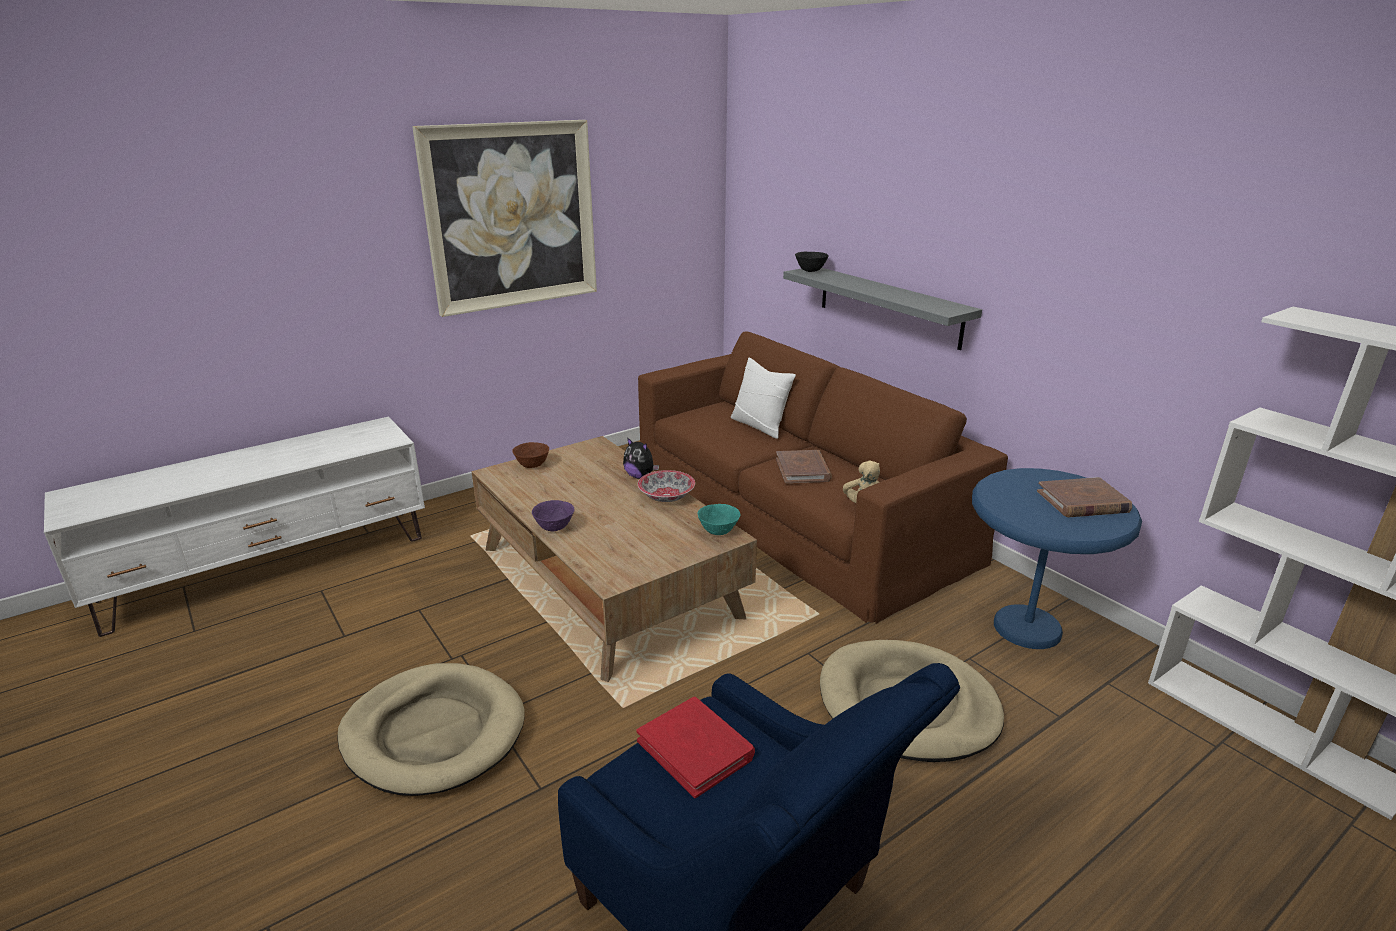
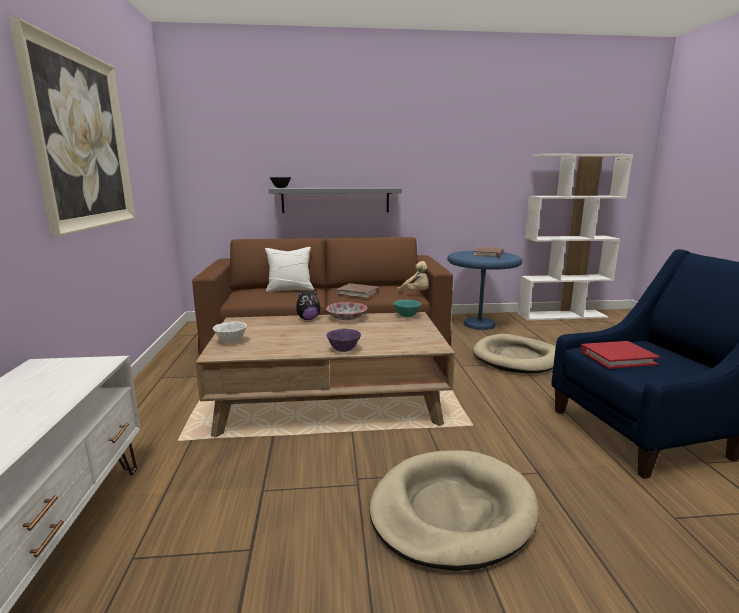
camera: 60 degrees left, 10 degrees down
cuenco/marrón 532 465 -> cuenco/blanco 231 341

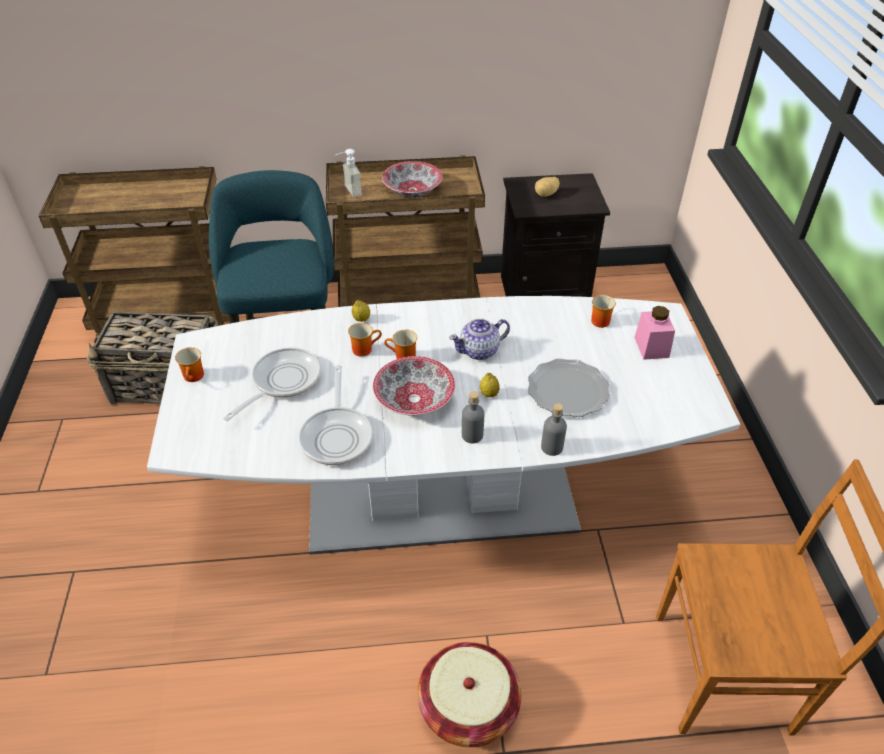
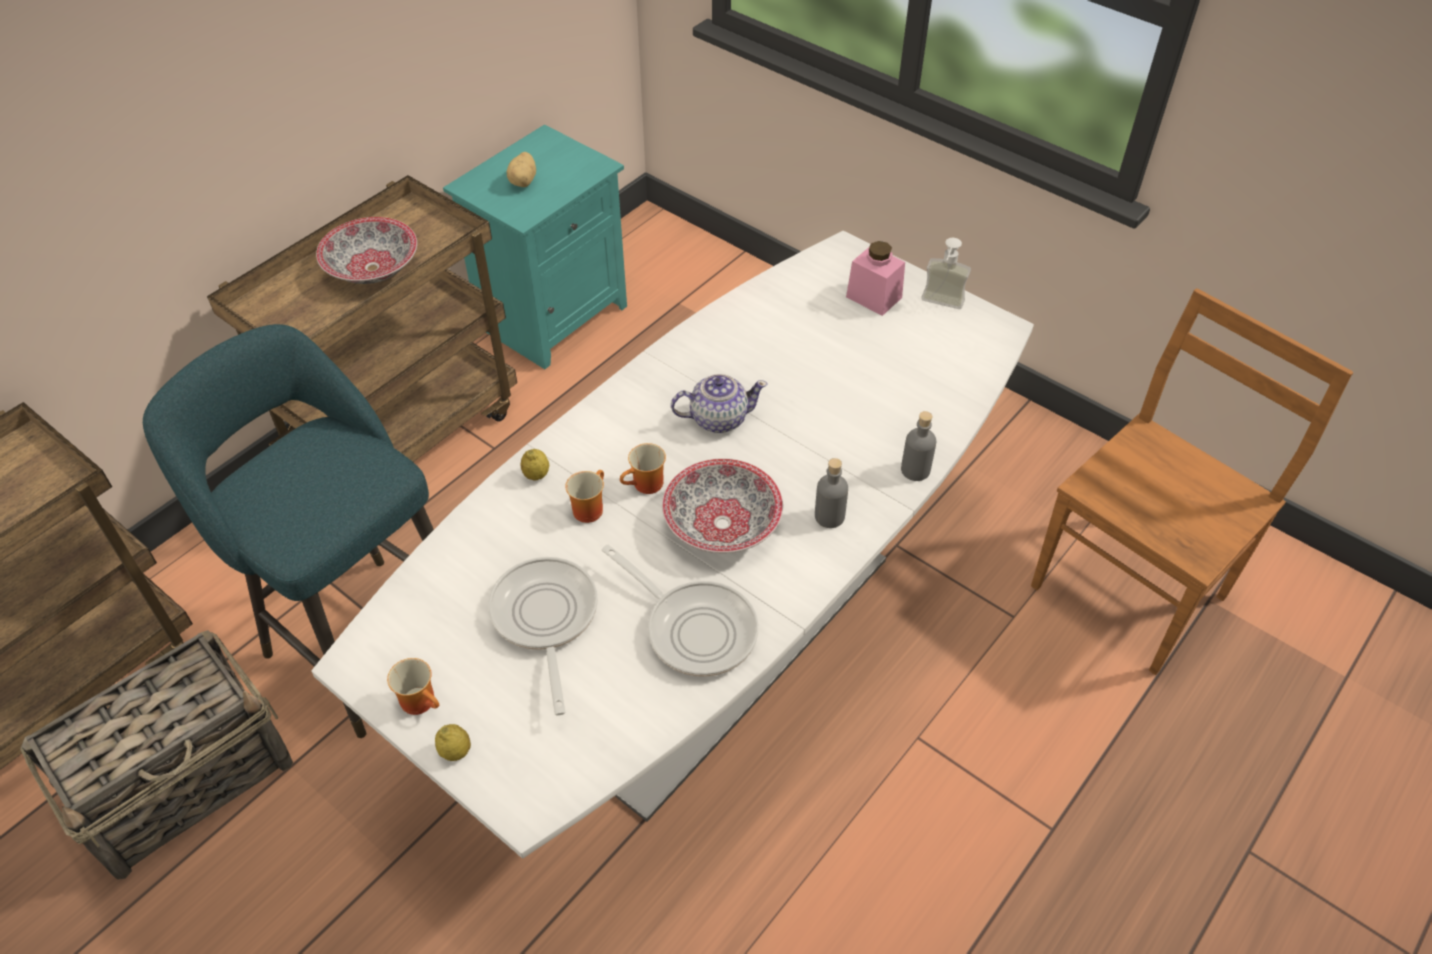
camera: 45 degrees left, 5 degrees up
limón 489 394 -> limón 455 751, relocated
mesita de noche/negro 545 291 -> mesita de noche/turquesa 553 314
tetera 479 351 -> tetera 718 418, 120 degrees counterclockwise
dispensador de jabón 348 191 -> dispensador de jabón 940 306, relocated
cesta 468 706 -> none
plato 568 390 -> none
taza grande 599 320 -> none

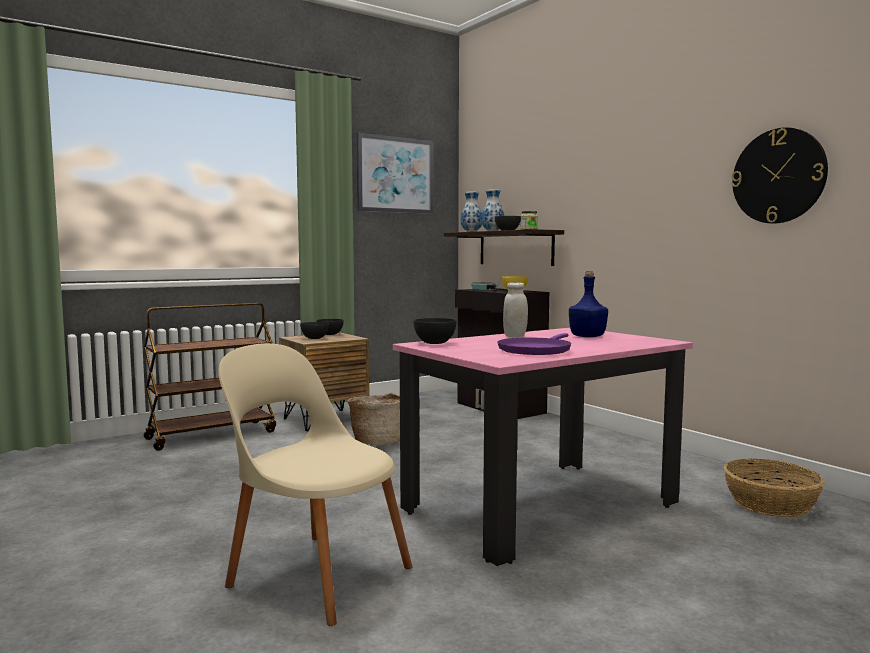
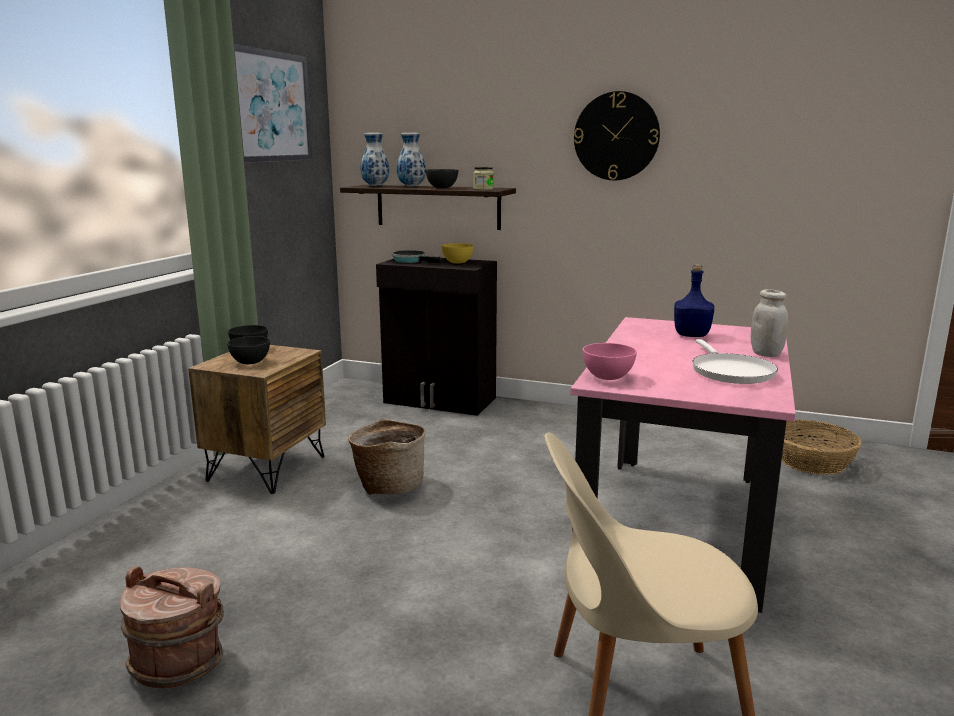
camera: 35 degrees left, 10 degrees up
none -> cubo/marrón 179 662
reloj de pared 778 176 -> reloj de pared 616 136, relocated
cuenco/gris 434 343 -> cuenco/rosa 608 377
sartén/morado 536 350 -> sartén/blanco 730 371
tarro/blanco 515 336 -> tarro/blanco 766 354, relocated
carrito/marrón 212 435 -> none

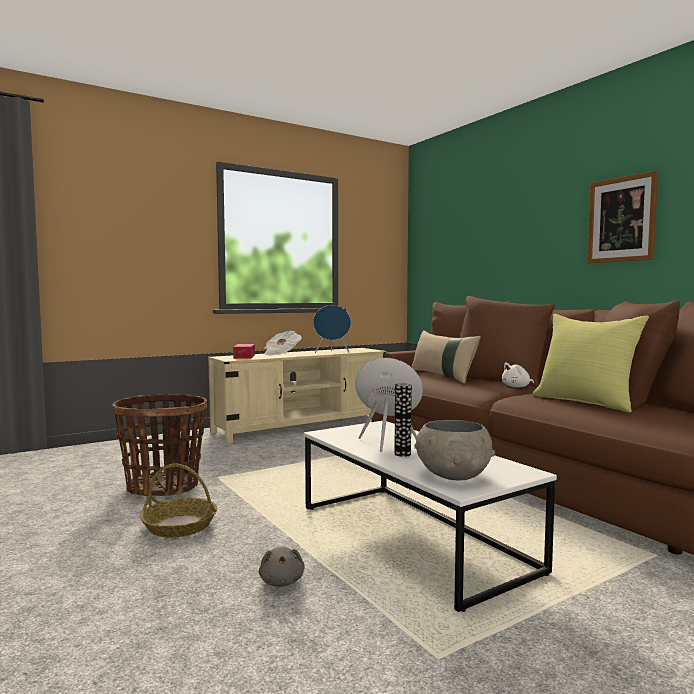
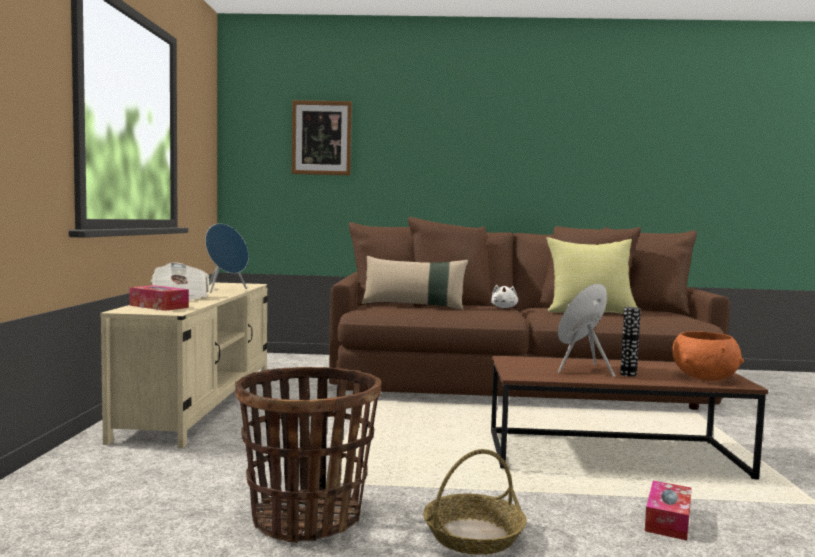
camera: 55 degrees left, 0 degrees up
cuadro 621 219 -> cuadro 321 138, relocated
mesa de centro/blanco 411 538 -> mesa de centro/marrón 613 455
peluche/gris 282 581 -> caja de pañuelos 668 520
cuenco/gris 453 475 -> cuenco/naranja 704 378

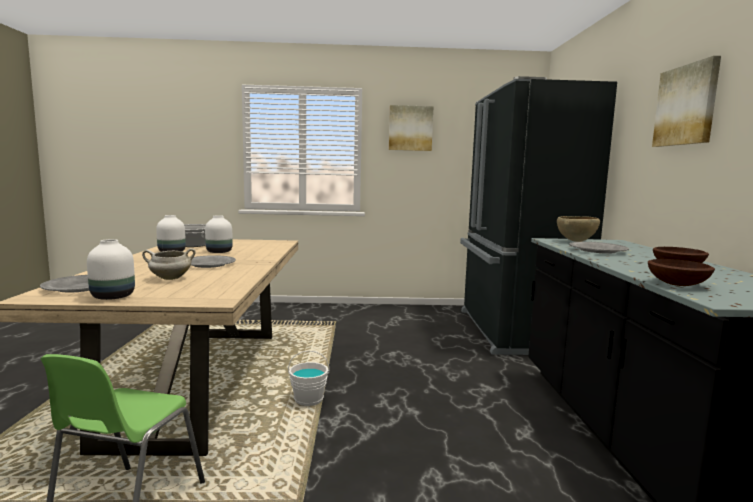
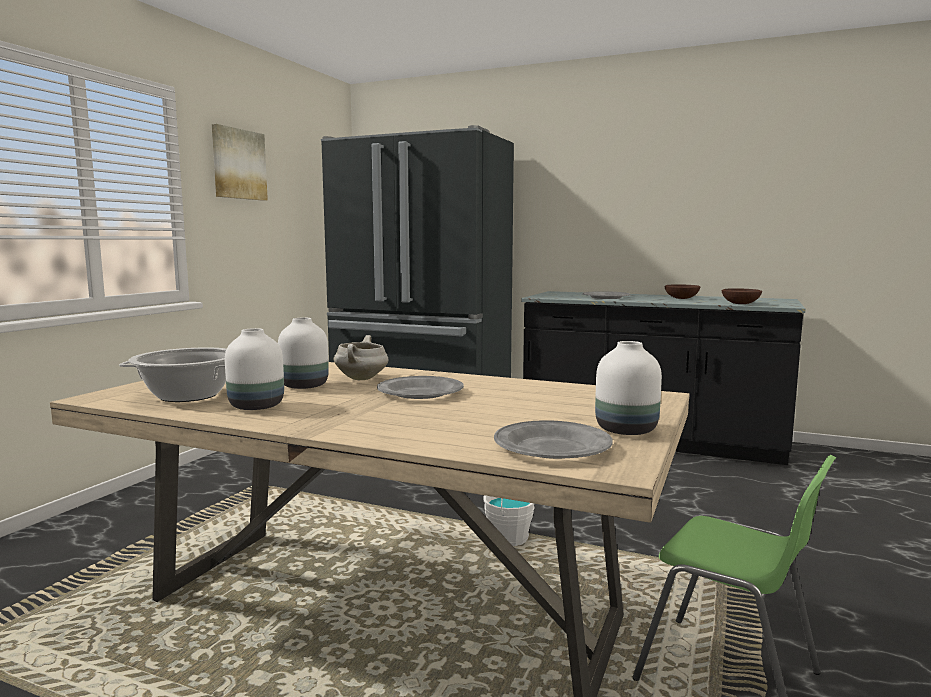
camera: 65 degrees left, 0 degrees up
olla/blanco 170 278 -> olla/blanco 362 379, relocated
cuenco/marrón 576 241 -> none
cuadro 686 105 -> none

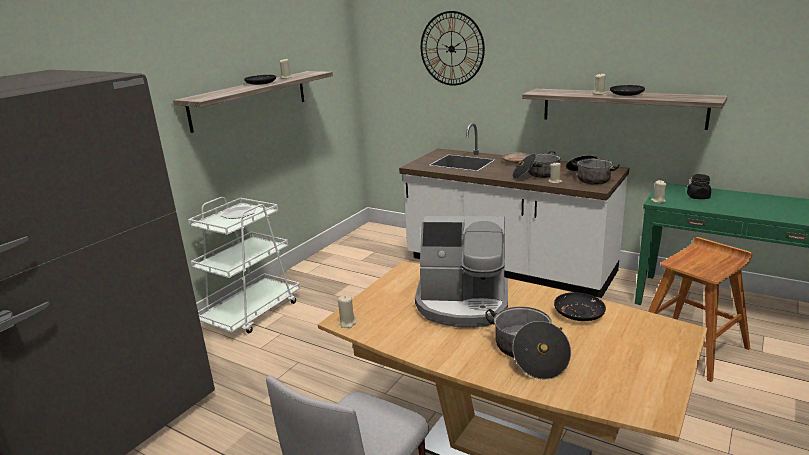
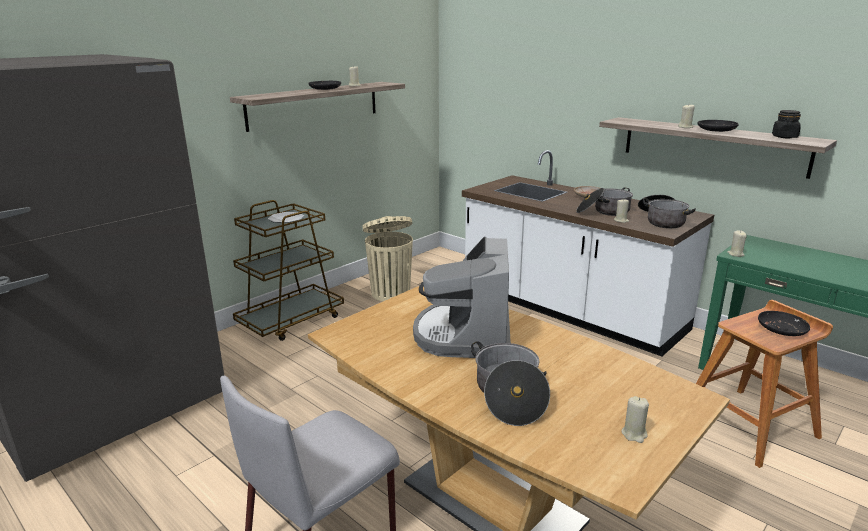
camera: 10 degrees right, 0 degrees up
carrito/blanco 252 312 -> carrito/marrón 291 320
none -> papelera/beis 390 293
cafetera 463 304 -> cafetera 464 334, 75 degrees clockwise
vela/beis 347 323 -> vela/beis 634 434, relocated
plato/negro 579 313 -> plato/negro 781 329, relocated
tarro/negro 698 197 -> tarro/negro 784 137, relocated
reloj de pared 451 49 -> none

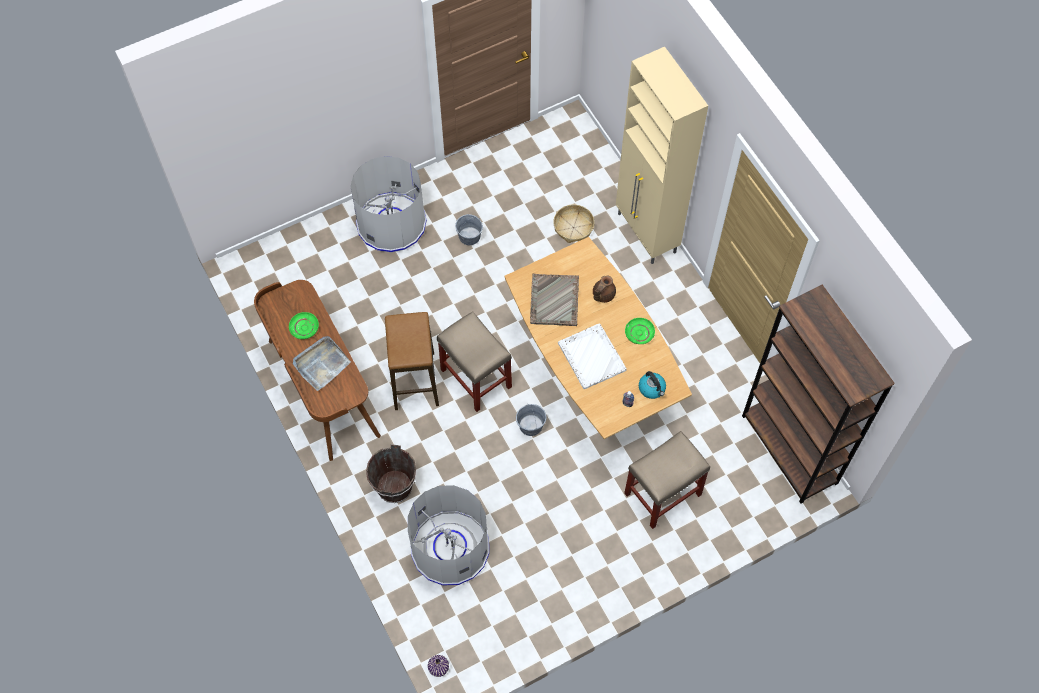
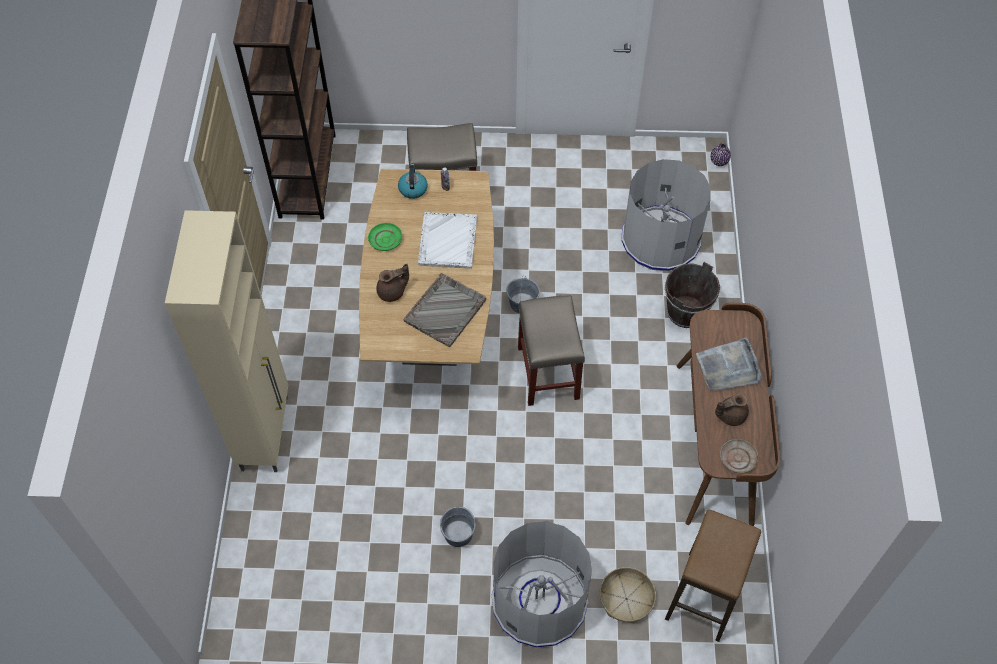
camera: 150 degrees left, 5 degrees down
cesta 573 227 -> cesta 626 599, relocated
taburete 415 381 -> taburete 704 595, relocated
plato/verde 304 328 -> tetera/marrón 730 415
none -> plato/beis 737 458

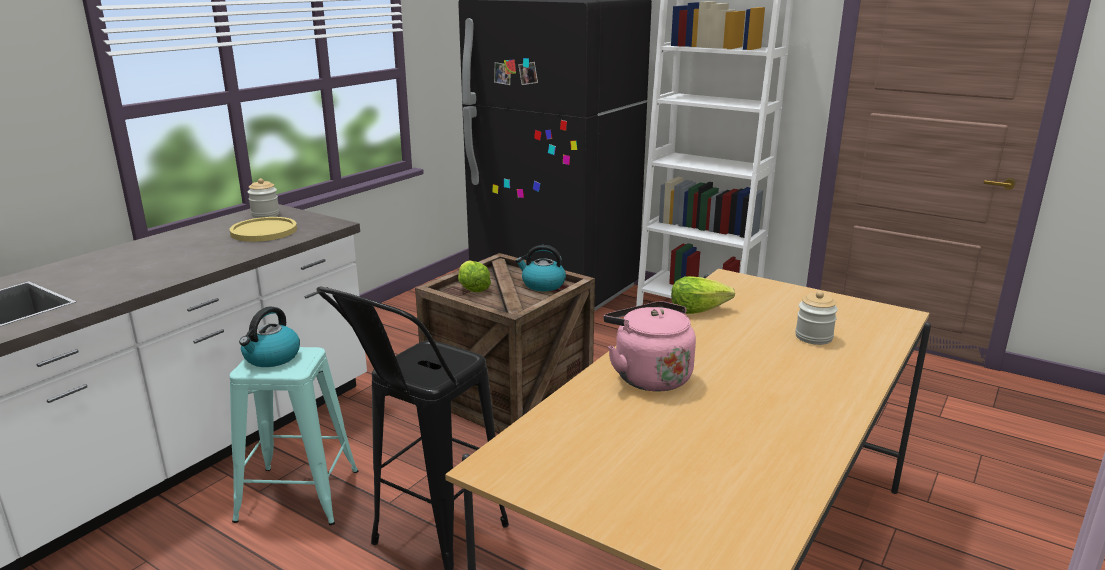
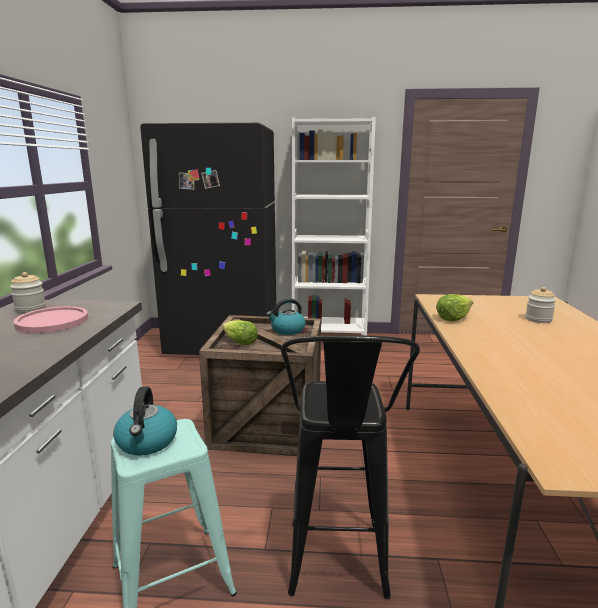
camera: 30 degrees left, 5 degrees down
plato/amarillo 264 231 -> plato/rosa 52 321
hervidor/rosa 648 376 -> none

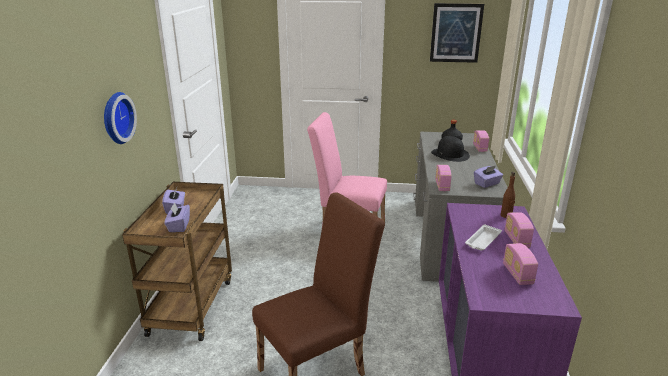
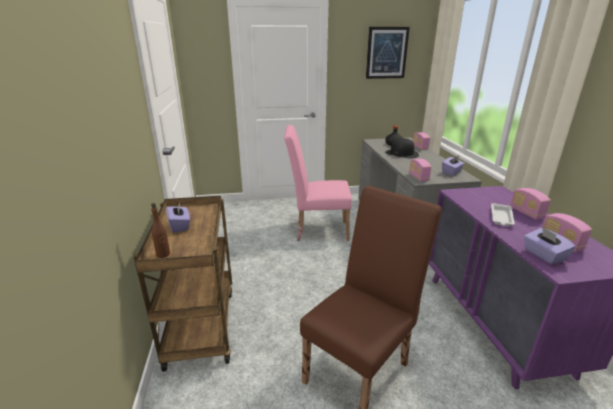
camera: 15 degrees left, 0 degrees up
botella/marrón 506 215 -> botella/marrón 163 254, relocated
caja de pañuelos/morado 179 226 -> caja de pañuelos/morado 543 255, relocated
reloj de pared 115 118 -> none

